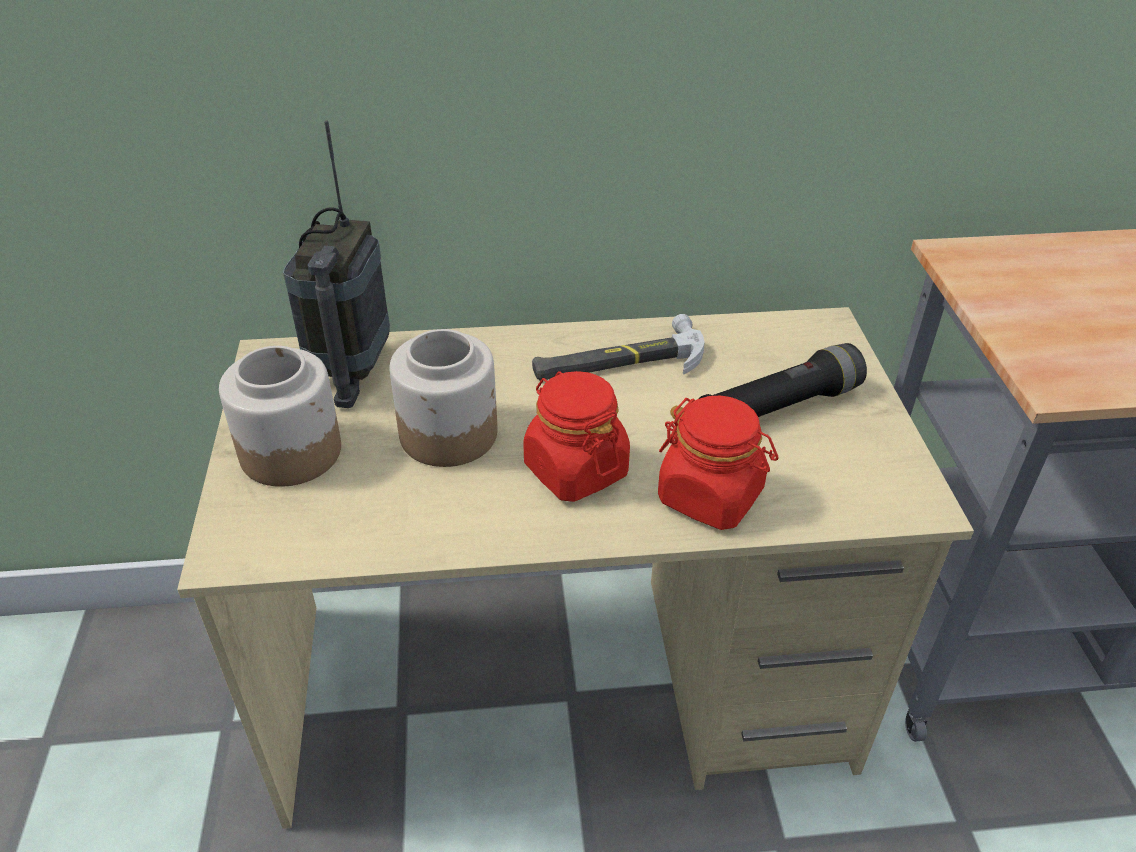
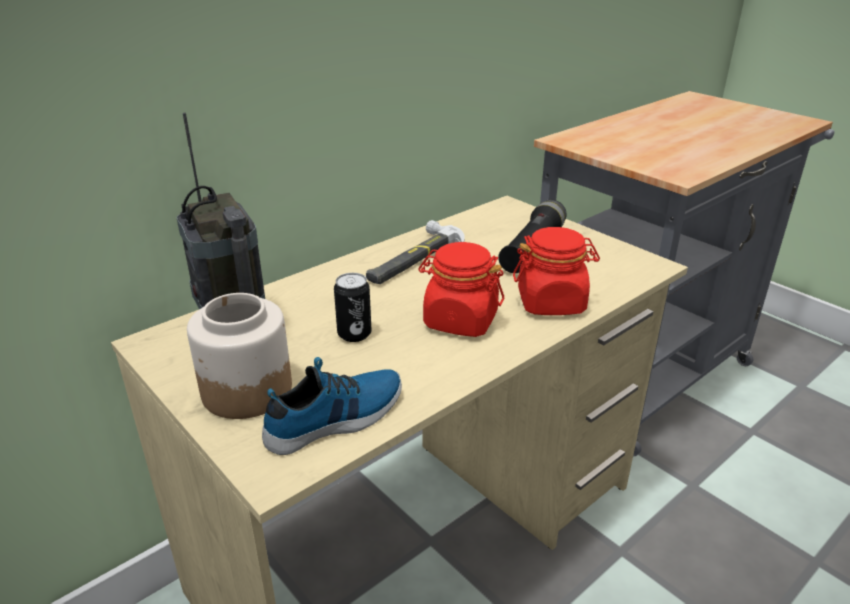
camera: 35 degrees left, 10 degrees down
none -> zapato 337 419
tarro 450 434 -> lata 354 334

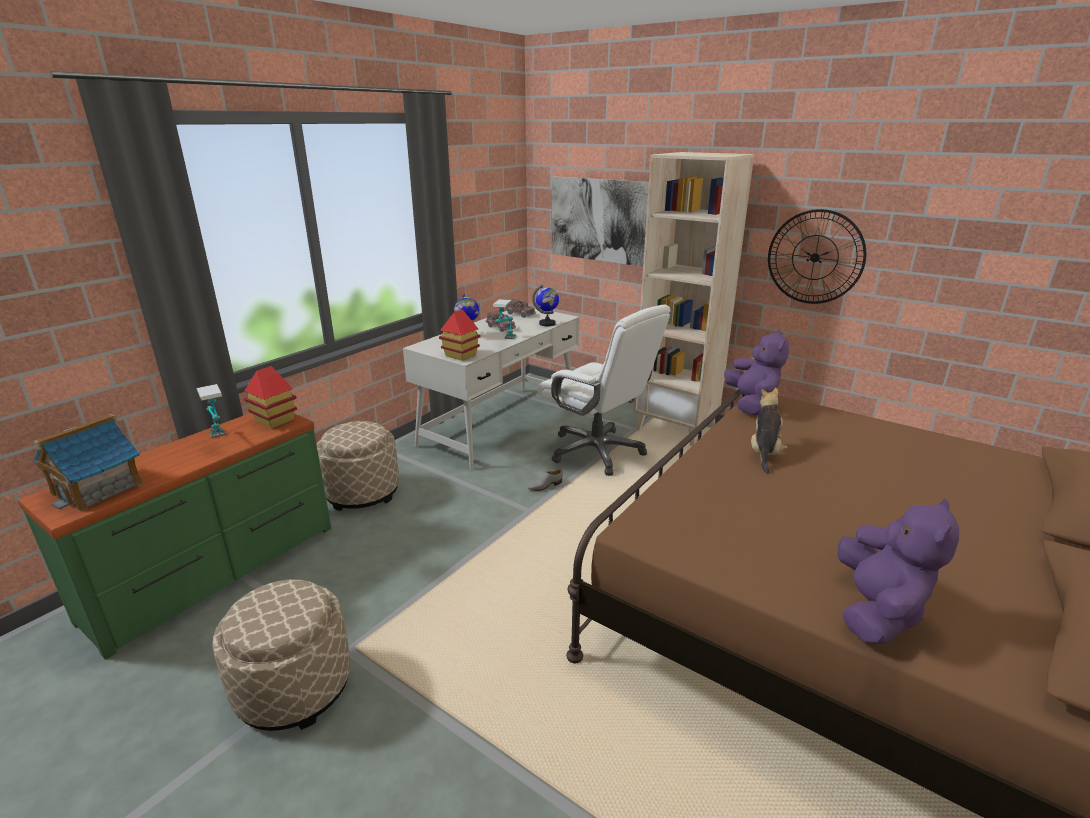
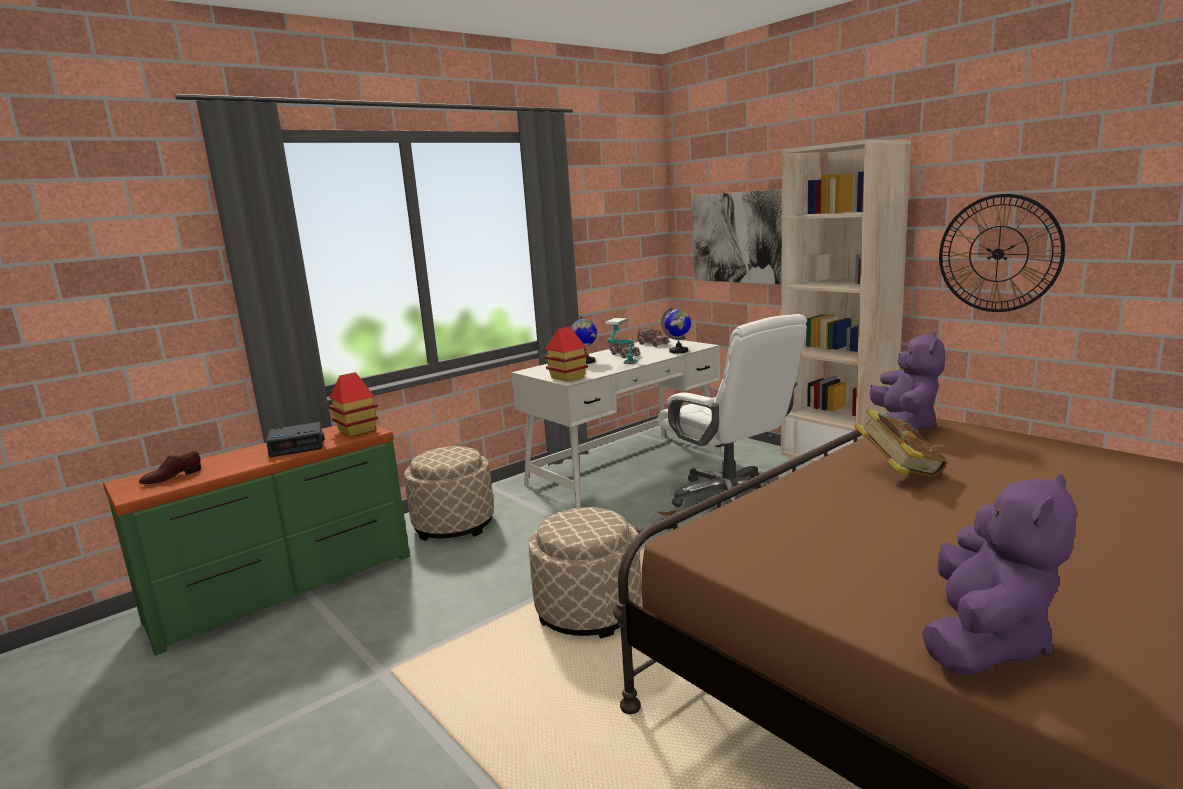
camera: 15 degrees right, 10 degrees down
casita 98 488 -> zapato/marrón 171 477
lámpara de mesa 221 442 -> despertador 297 446
puf/beis 294 687 -> puf/beis 588 611, relocated
peluche 764 452 -> libro 898 473

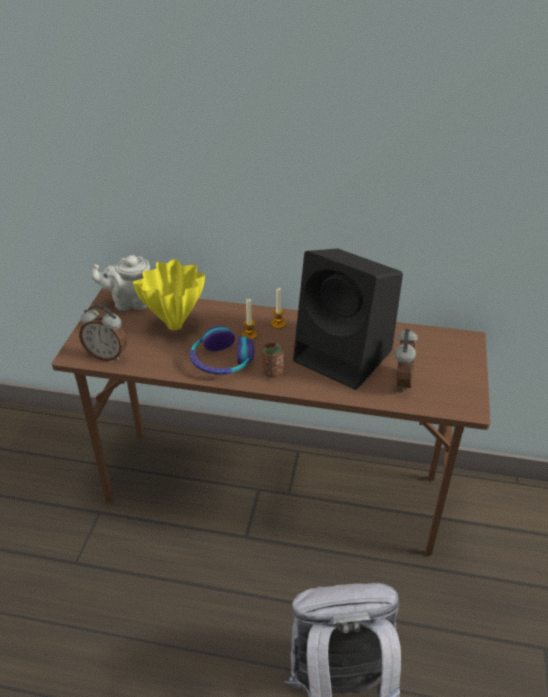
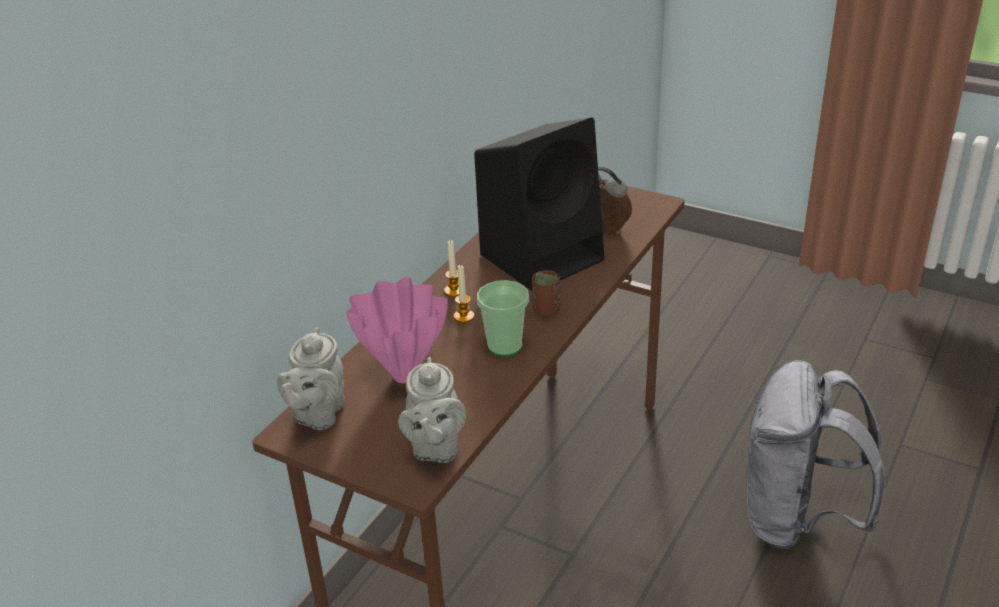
camera: 70 degrees left, 5 degrees down
florero/amarillo 176 325 -> florero/rosa 404 375
despertador 107 355 -> tetera/gris 435 447
auriculares 221 361 -> taza 505 346

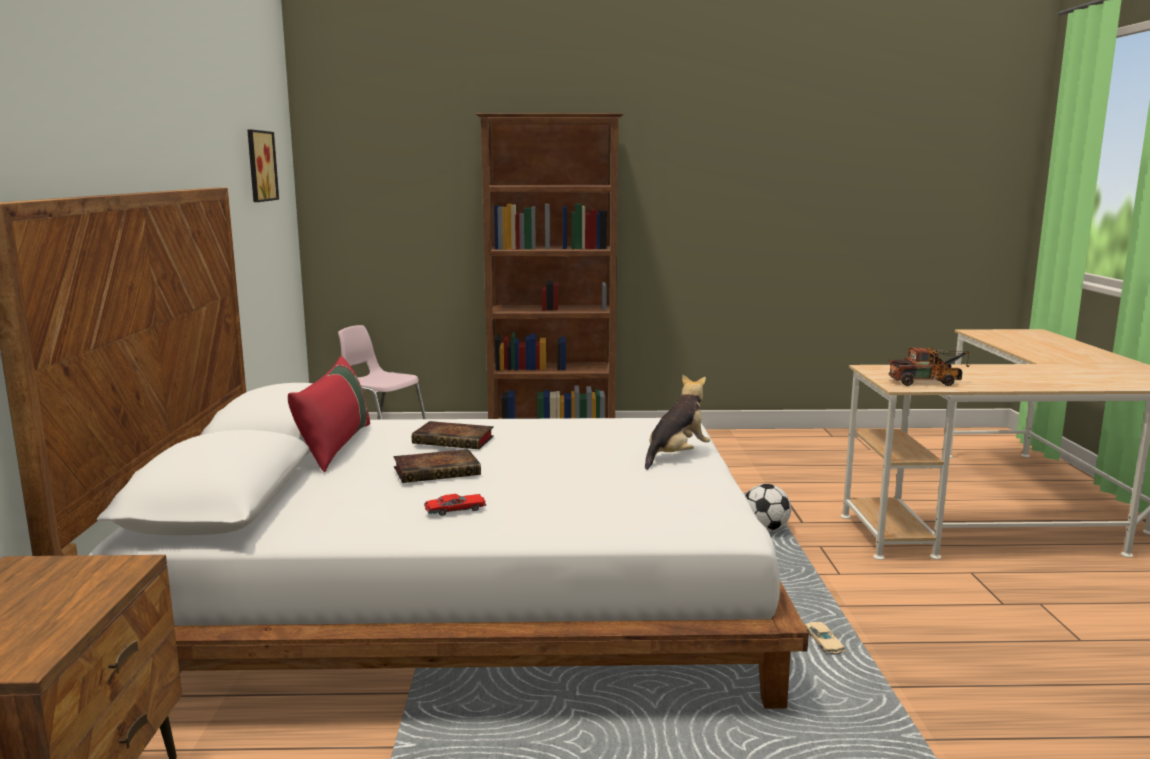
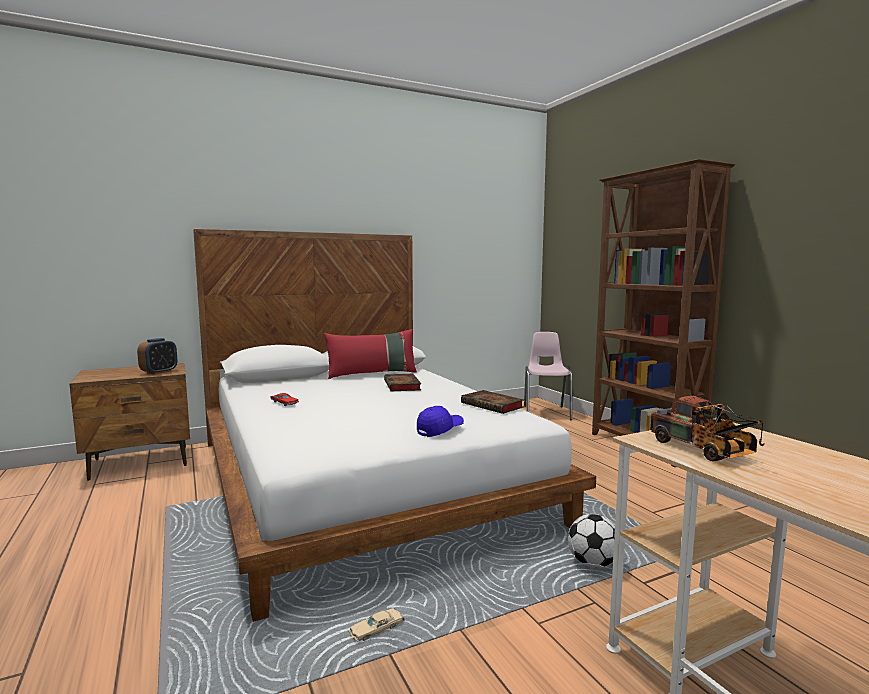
camera: 65 degrees right, 5 degrees down
none -> despertador 159 372
peluche 676 455 -> gorra/azul 440 430
libro 439 471 -> libro 493 405, relocated
cuadro 258 166 -> none

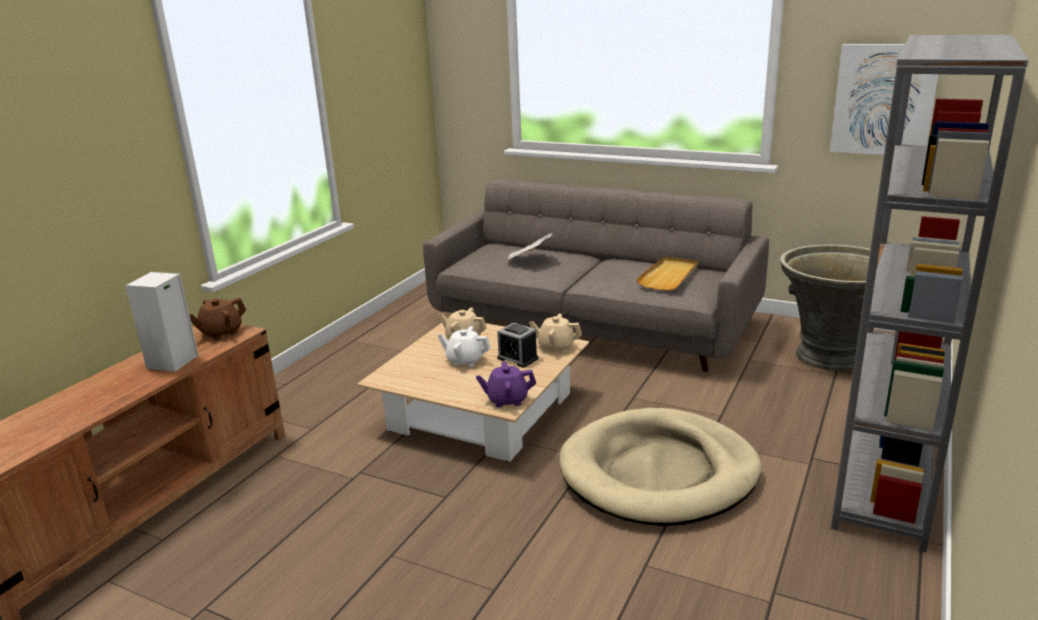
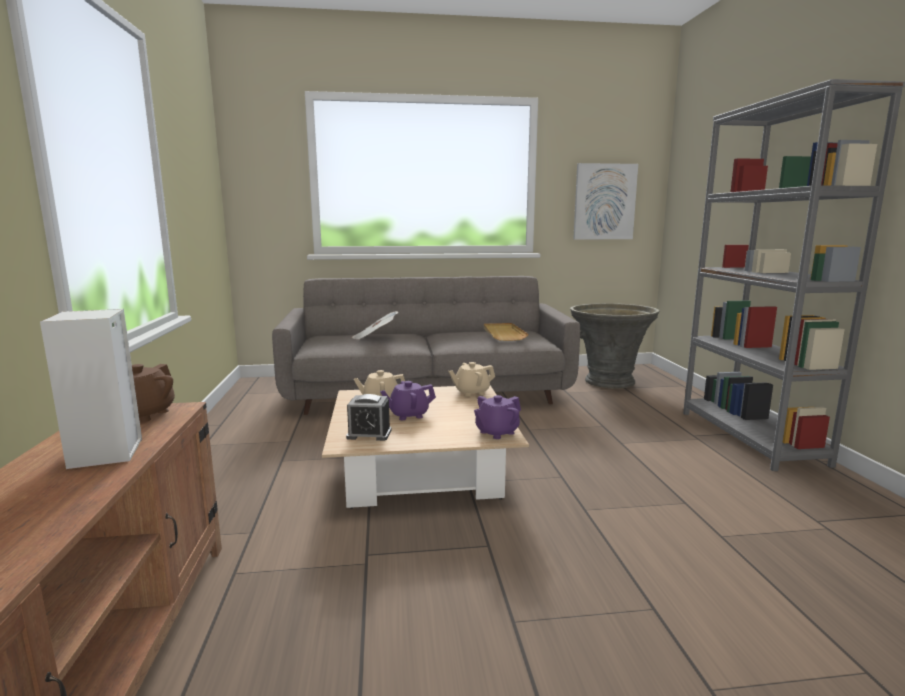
camera: 35 degrees left, 10 degrees down
despertador 517 358 -> despertador 369 434, relocated
tetera/blanco 465 360 -> tetera/morado 408 415
cama para perro/beis 659 472 -> none

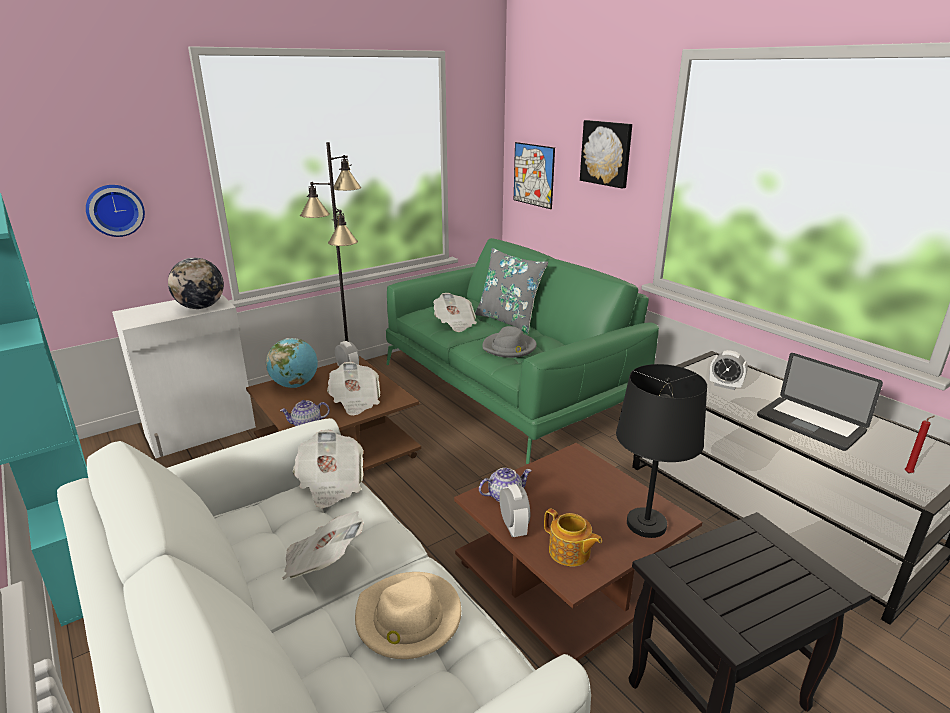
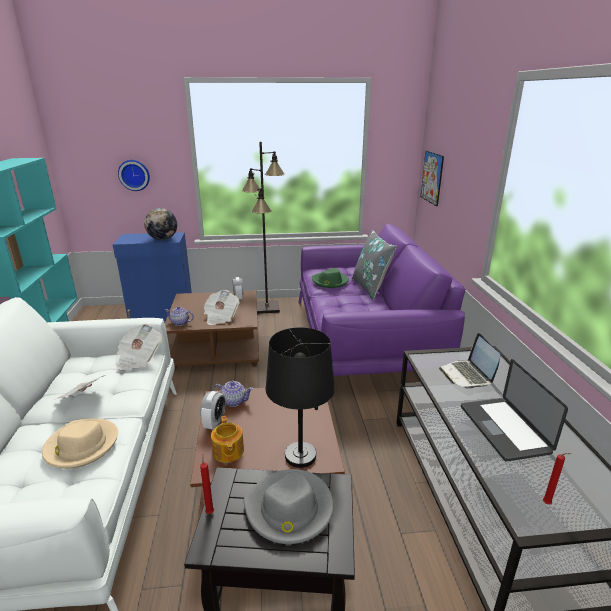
camera: 30 degrees right, 0 degrees up
armario/blanco 202 431 -> armario/azul 162 316
none -> vela/rojo 210 511
sombrero/gris 509 347 -> sombrero/gris 289 509, relocated
sofá/verde 509 387 -> sofá/morado 364 338
periódico 455 323 -> sombrero/verde 330 281
despertador 725 385 -> portátil 467 375
globo terráqueo 295 385 -> none
cuadro 606 153 -> none

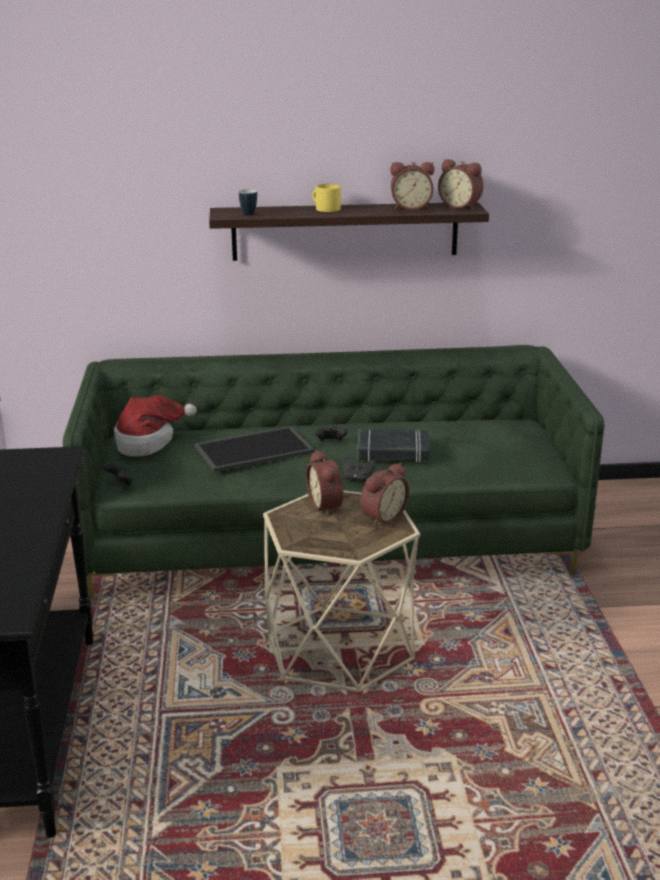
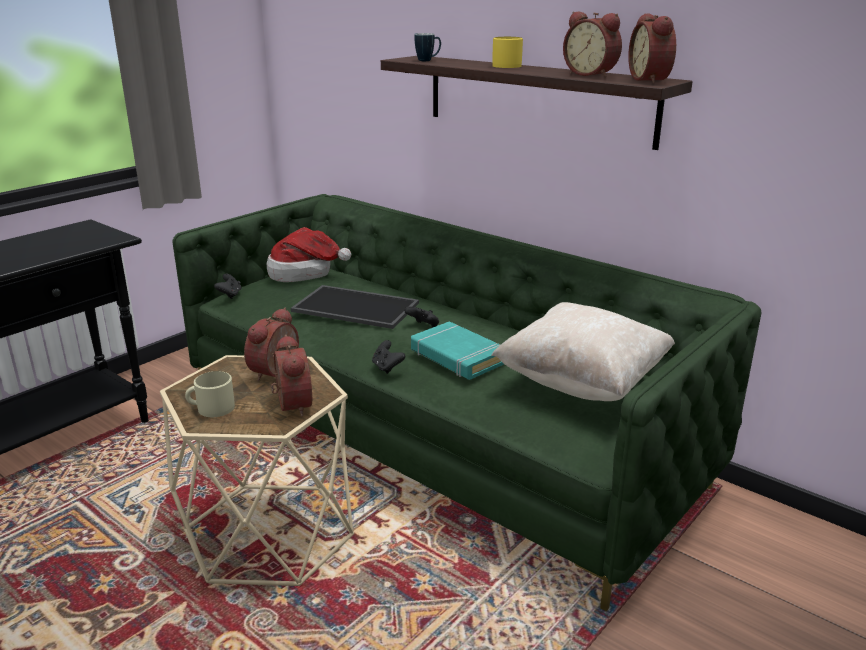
camera: 45 degrees right, 0 degrees up
none -> taza grande/beis 211 408
despertador 382 517 -> despertador 290 405, 105 degrees counterclockwise
libro/negro 393 451 -> libro/turquesa 457 357
none -> cojín/beis 582 382

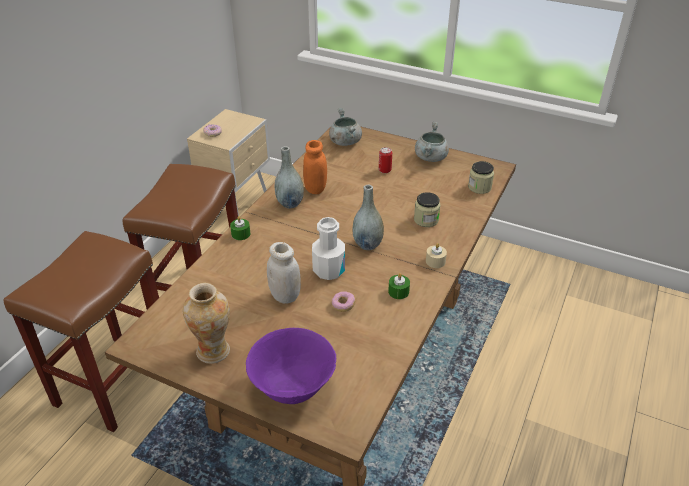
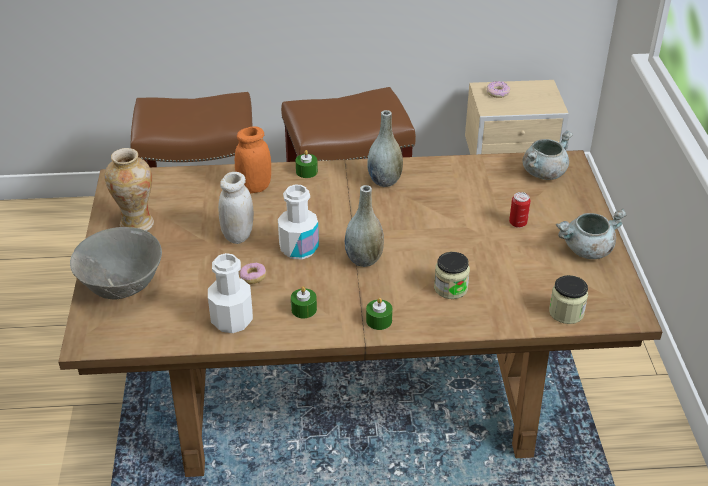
camera: 60 degrees right, 0 degrees up
cuenco/morado 293 387 -> cuenco/gris 123 288
none -> botella/blanco 232 320
tarro/naranja 315 189 -> tarro/naranja 255 187, relocated
vela/beis 435 261 -> vela/verde 379 320

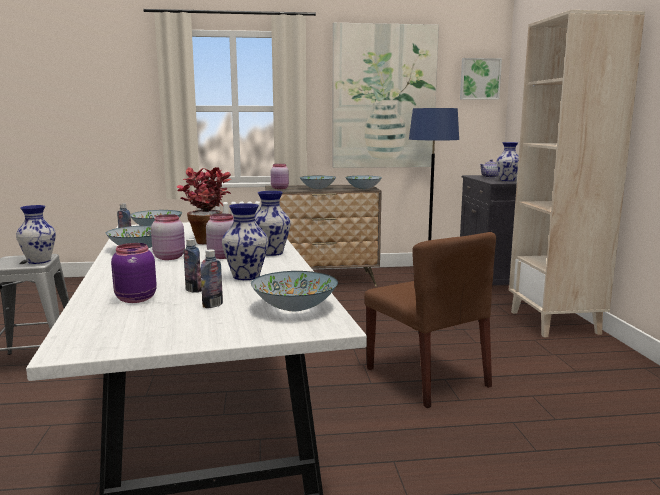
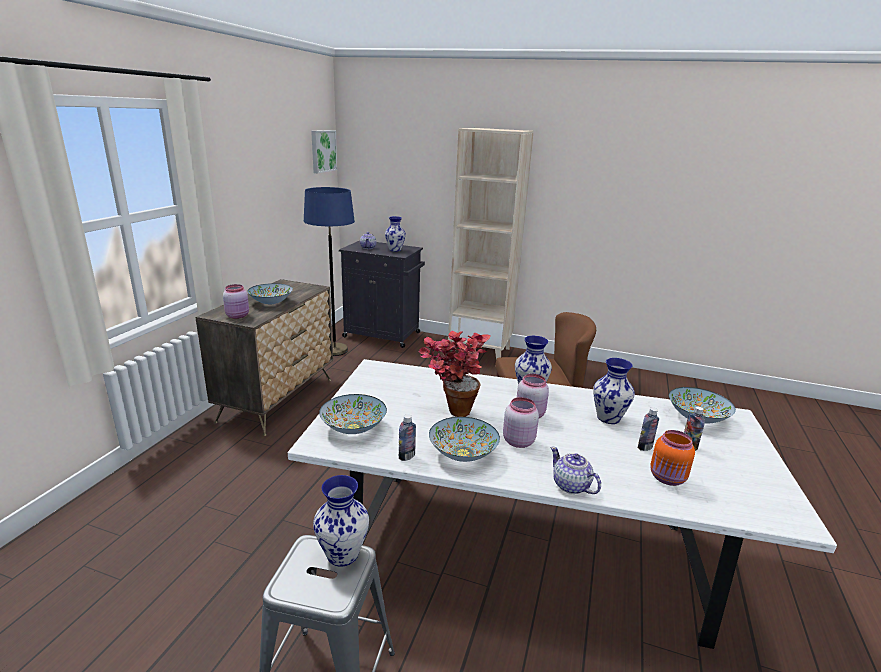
camera: 65 degrees left, 10 degrees up
none -> tetera 571 486
tarro/morado 134 299 -> tarro/naranja 668 478
cuadro 384 97 -> none
cuenco 363 188 -> none

